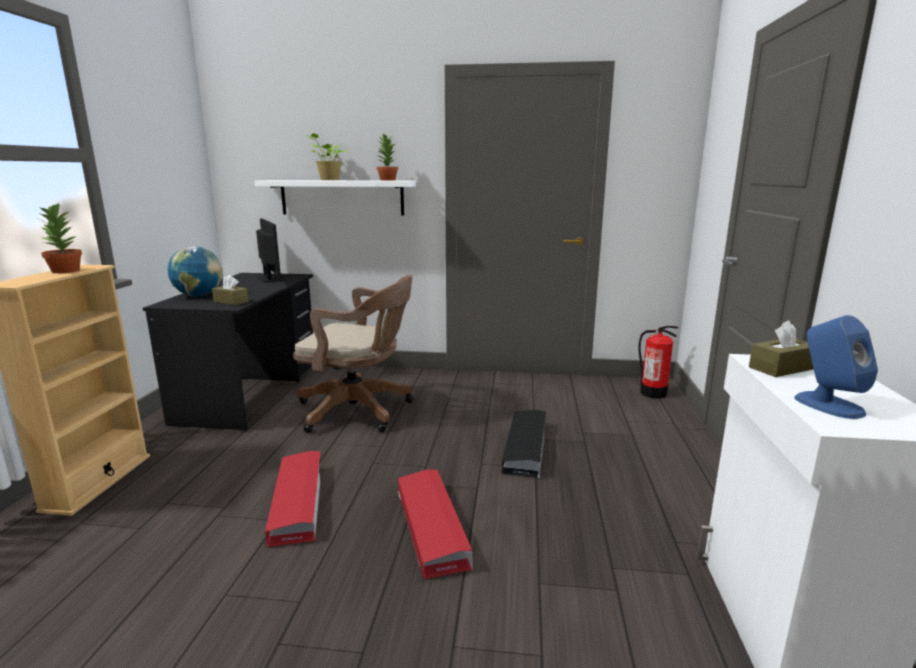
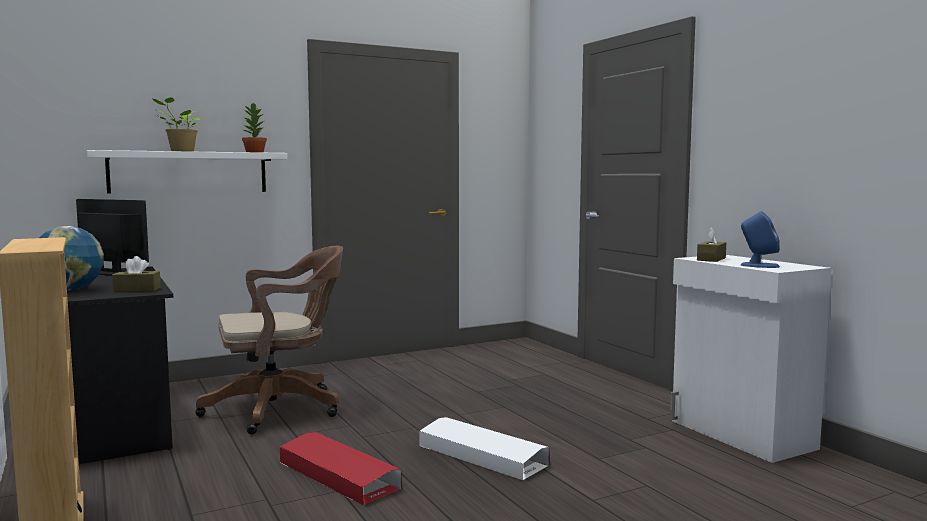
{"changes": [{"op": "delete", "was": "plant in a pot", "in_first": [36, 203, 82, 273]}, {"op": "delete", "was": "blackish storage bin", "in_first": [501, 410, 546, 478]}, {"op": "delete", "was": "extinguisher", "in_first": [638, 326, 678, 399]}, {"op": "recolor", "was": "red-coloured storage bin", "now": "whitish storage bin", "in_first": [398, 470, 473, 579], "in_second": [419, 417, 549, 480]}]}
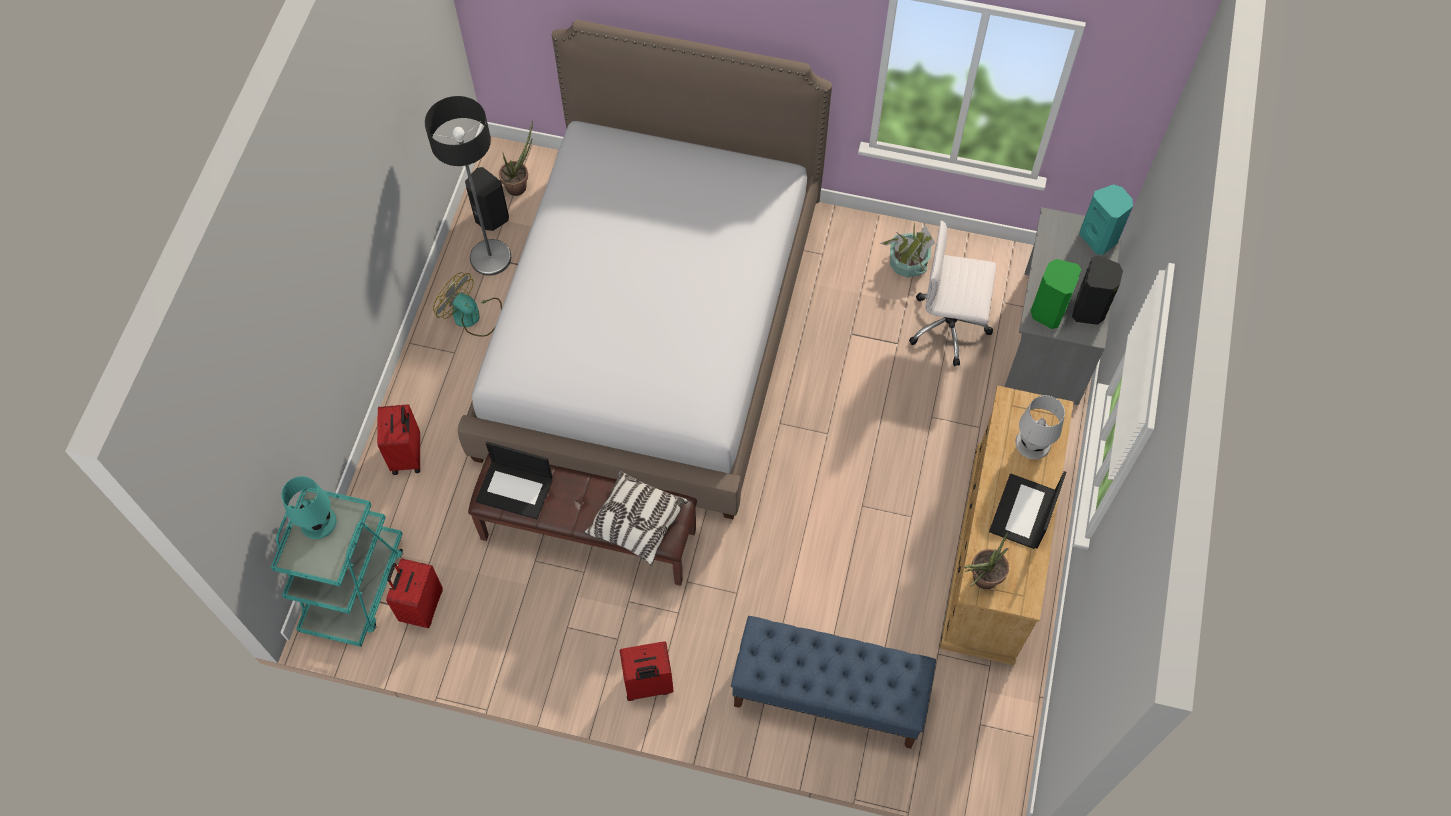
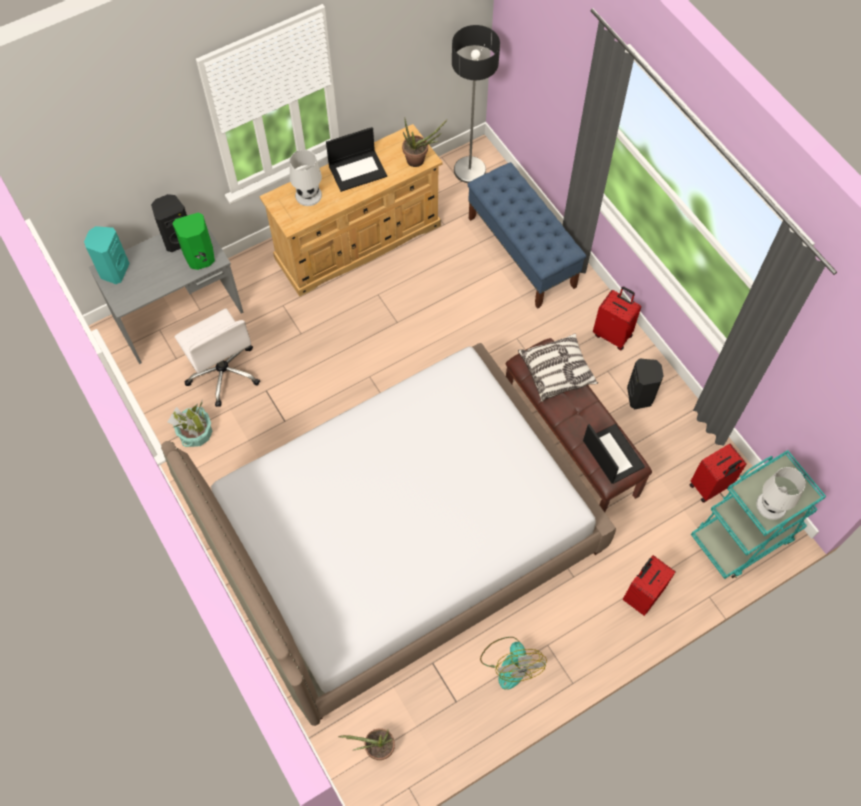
{"changes": [{"op": "move", "was": "standard lamp", "in_first": [425, 96, 511, 276], "in_second": [452, 25, 500, 183]}, {"op": "move", "was": "blackish loudspeaker", "in_first": [465, 167, 509, 231], "in_second": [627, 358, 664, 409]}, {"op": "recolor", "was": "turquoise lamp for a table", "now": "whitish lamp for a table", "in_first": [281, 476, 337, 539], "in_second": [756, 467, 806, 520]}]}
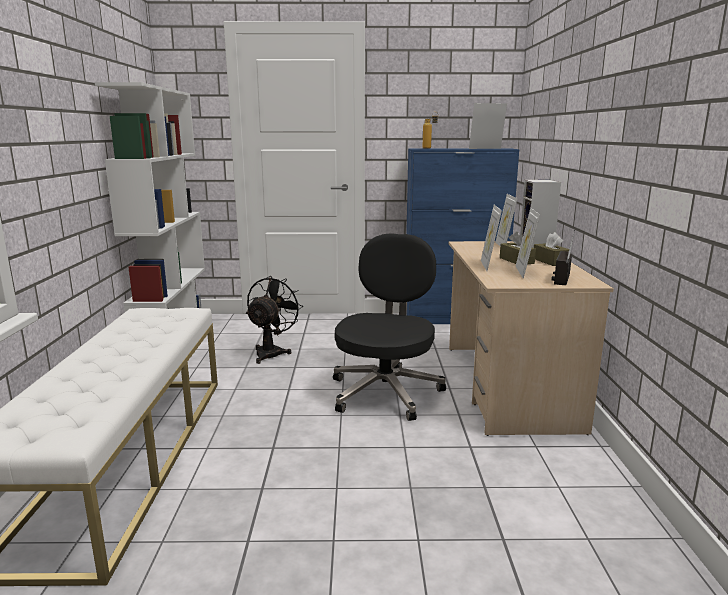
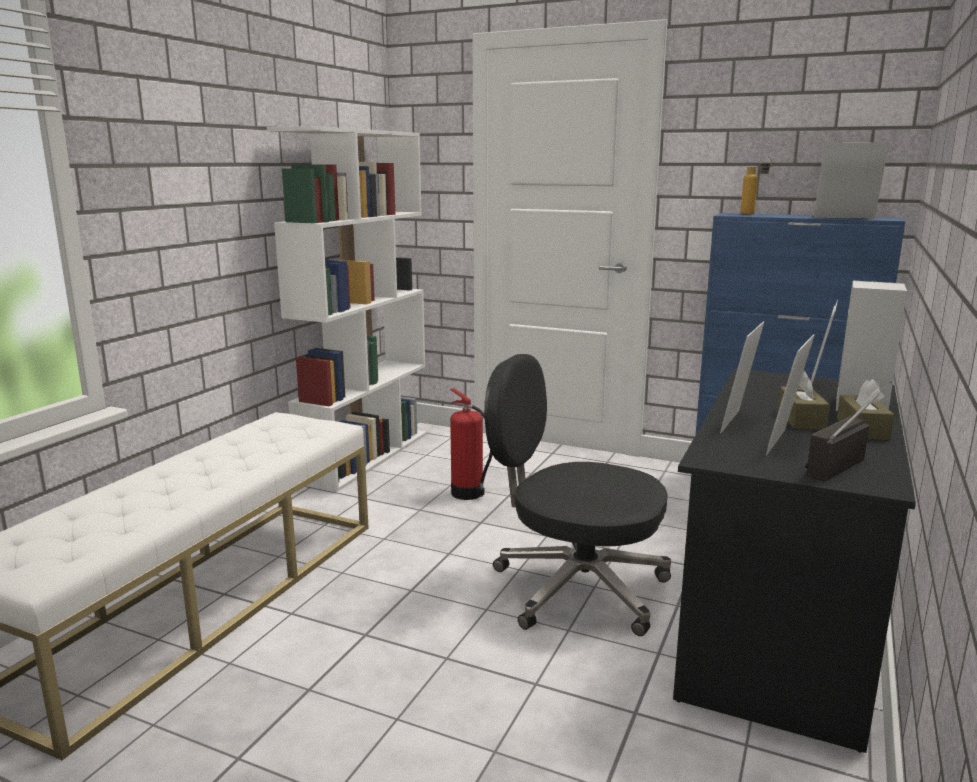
{"changes": [{"op": "replace", "was": "blackish electric fan", "now": "extinguisher", "in_first": [246, 276, 303, 364], "in_second": [450, 388, 492, 500]}, {"op": "recolor", "was": "sand-coloured desk", "now": "blackish desk", "in_first": [449, 241, 614, 436], "in_second": [673, 369, 916, 753]}, {"op": "rotate", "was": "blackish office chair", "in_first": [333, 233, 446, 421], "in_second": [484, 354, 671, 636], "clockwise": -105}]}
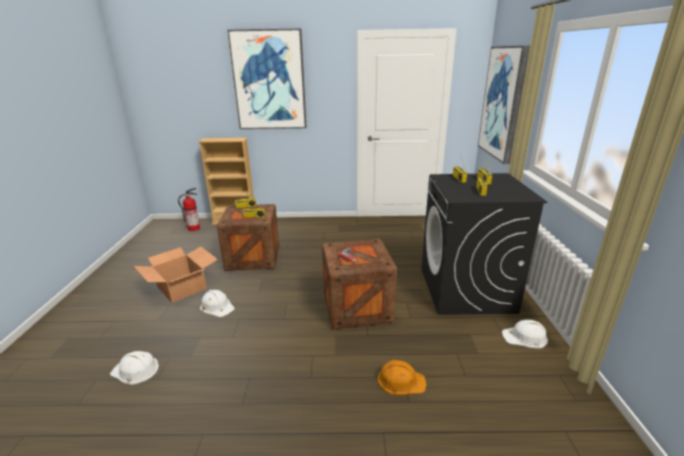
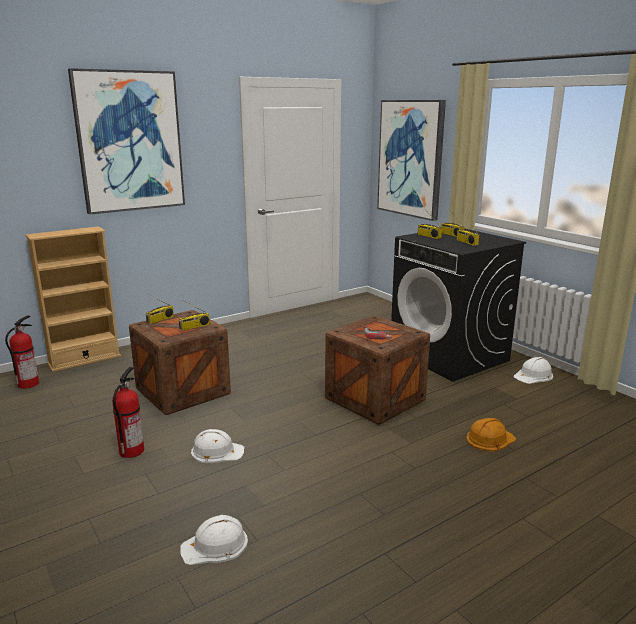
{"changes": [{"op": "replace", "was": "packing box", "now": "extinguisher", "in_first": [134, 247, 218, 303], "in_second": [112, 367, 144, 458]}]}
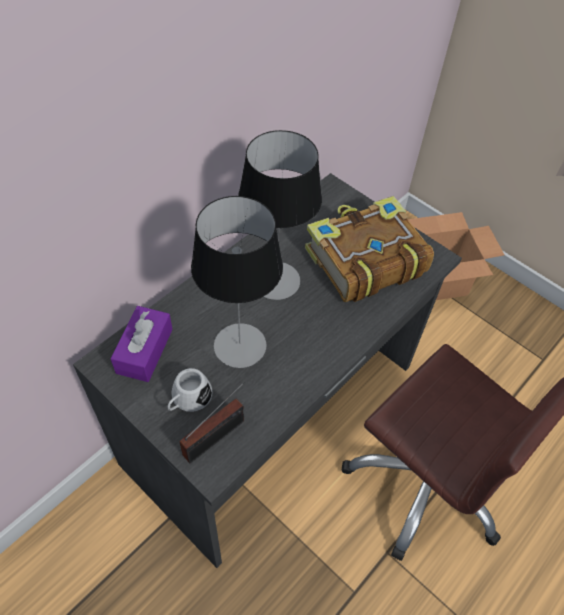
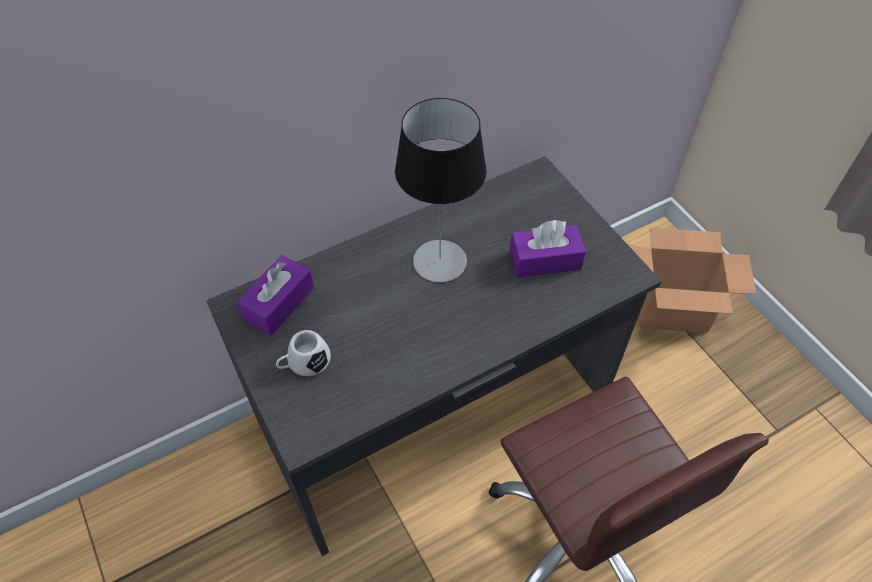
{"changes": [{"op": "delete", "was": "radio", "in_first": [180, 382, 245, 463]}, {"op": "delete", "was": "lamp for a table", "in_first": [191, 196, 283, 368]}, {"op": "replace", "was": "bound book", "now": "purple box of tissues", "in_first": [305, 196, 434, 302], "in_second": [510, 220, 586, 278]}]}
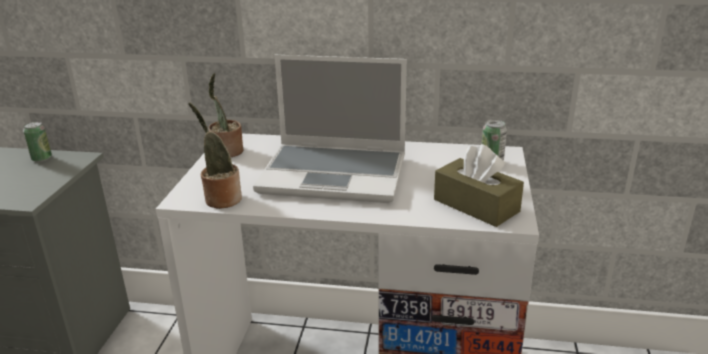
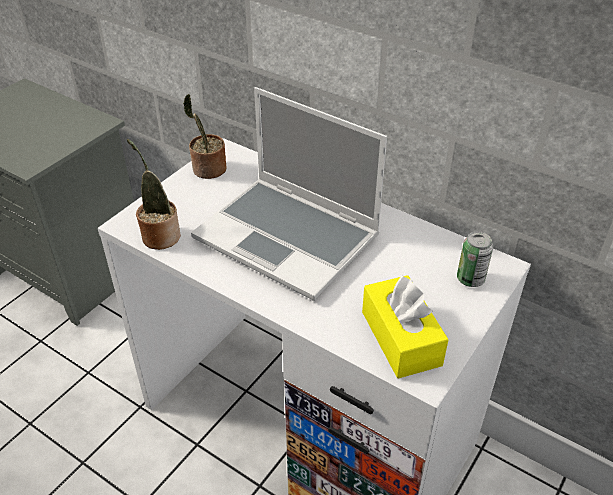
{"changes": [{"op": "delete", "was": "sealed can", "in_first": [23, 122, 52, 162]}, {"op": "recolor", "was": "brown-coloured box of tissues", "now": "yellowish box of tissues", "in_first": [434, 144, 524, 227], "in_second": [362, 275, 449, 379]}]}
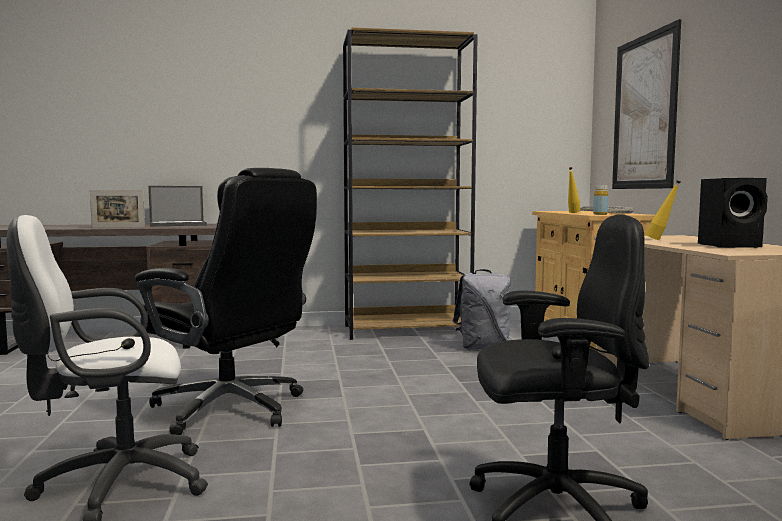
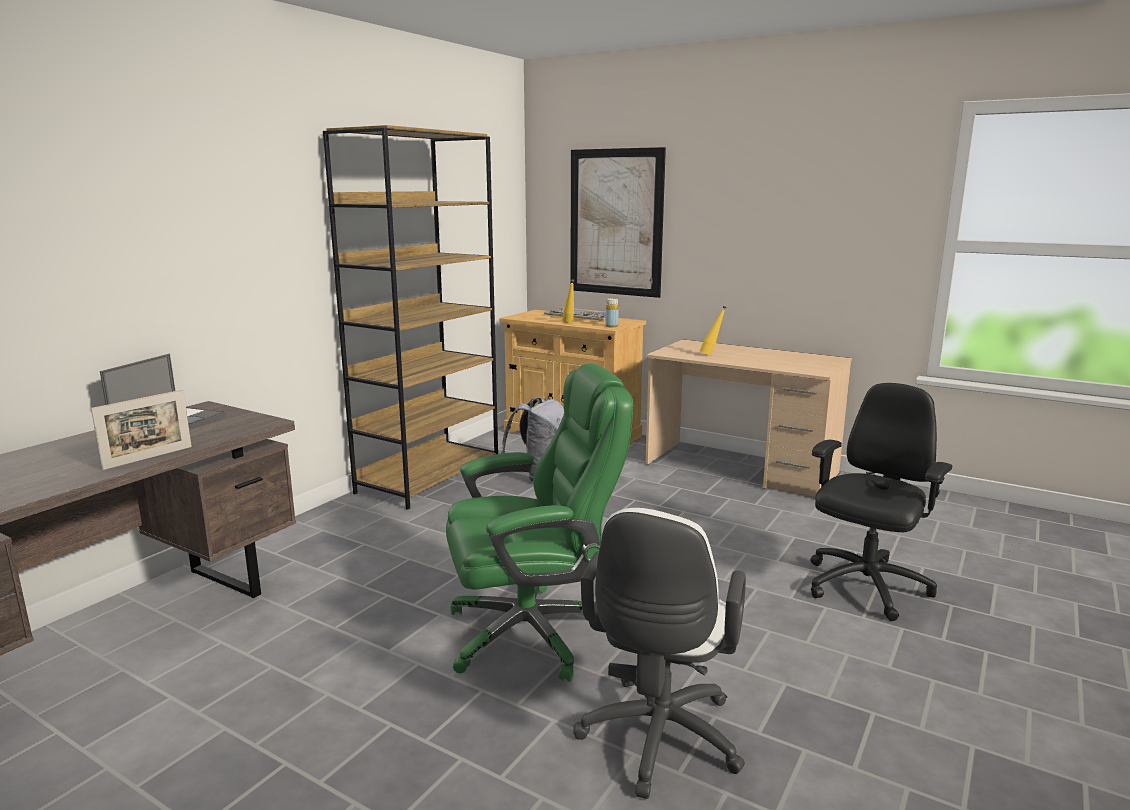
{"changes": [{"op": "delete", "was": "blackish loudspeaker", "in_first": [698, 178, 768, 248]}, {"op": "recolor", "was": "blackish office chair", "now": "greenish office chair", "in_first": [135, 168, 317, 435], "in_second": [446, 363, 633, 682]}]}
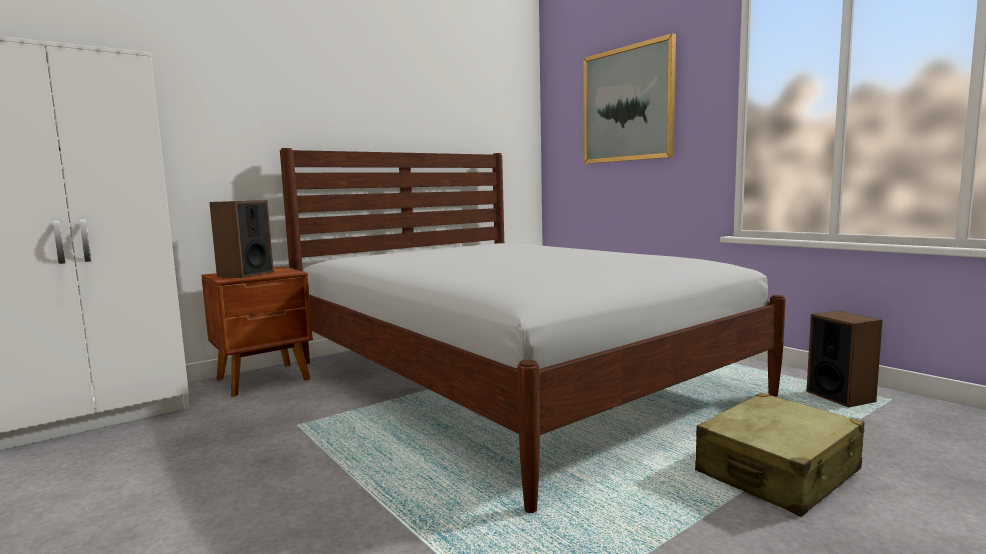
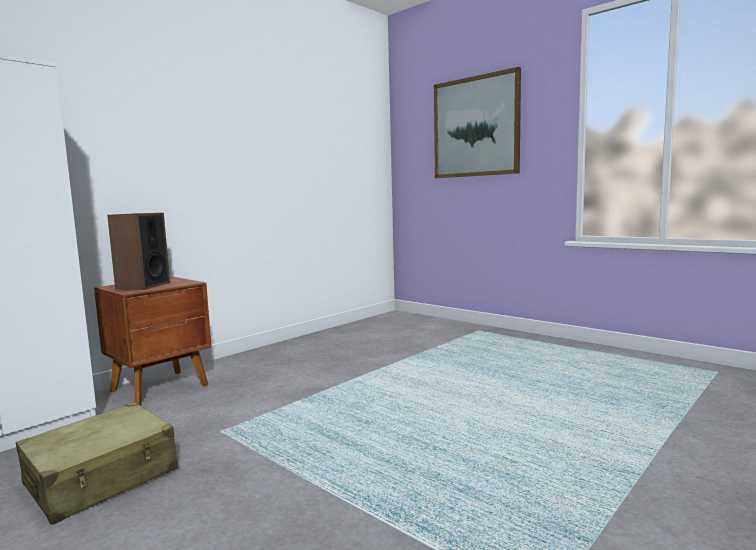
{"changes": [{"op": "delete", "was": "whitish bedroom bed", "in_first": [280, 148, 786, 513]}, {"op": "delete", "was": "loudspeaker", "in_first": [806, 311, 883, 408]}, {"op": "move", "was": "sand-coloured travel case", "in_first": [695, 393, 865, 517], "in_second": [16, 402, 178, 525]}]}
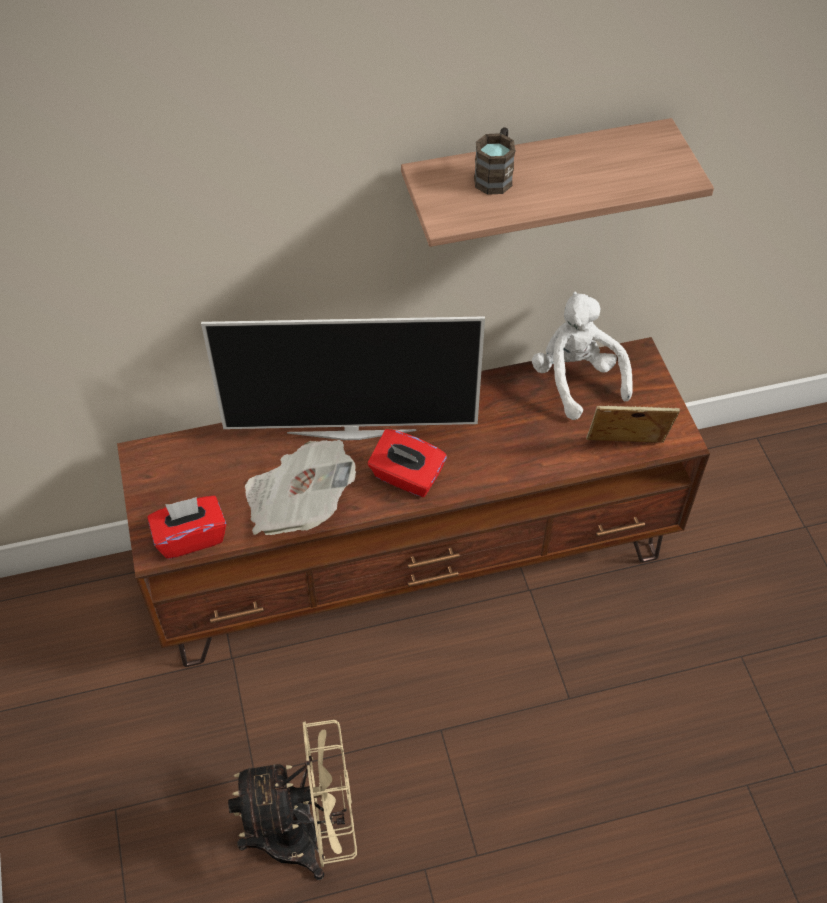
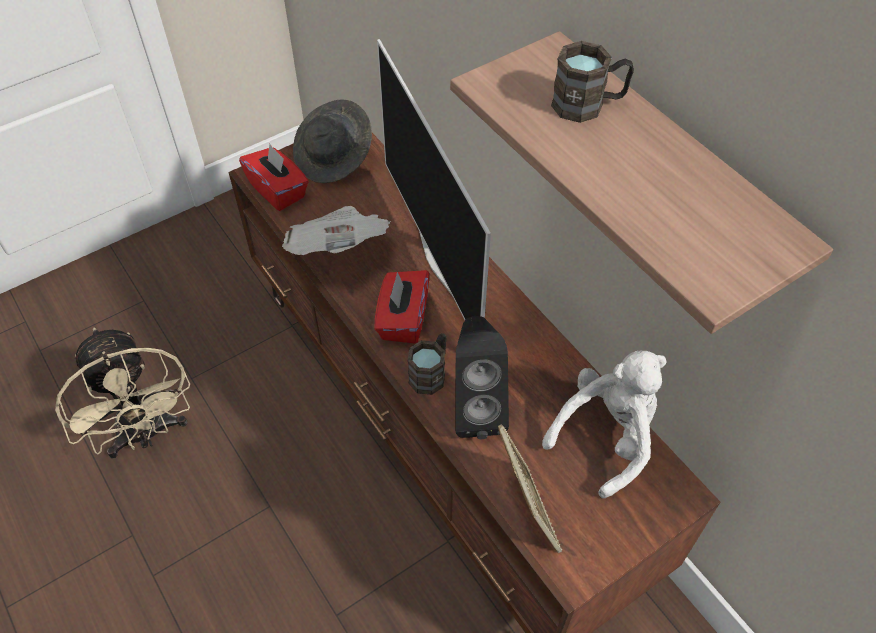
{"changes": [{"op": "insert", "now": "grey hat", "in_second": [293, 99, 372, 183]}, {"op": "insert", "now": "brown-coloured coffee mug", "in_second": [407, 333, 446, 395]}, {"op": "insert", "now": "blackish loudspeaker", "in_second": [455, 316, 509, 439]}]}
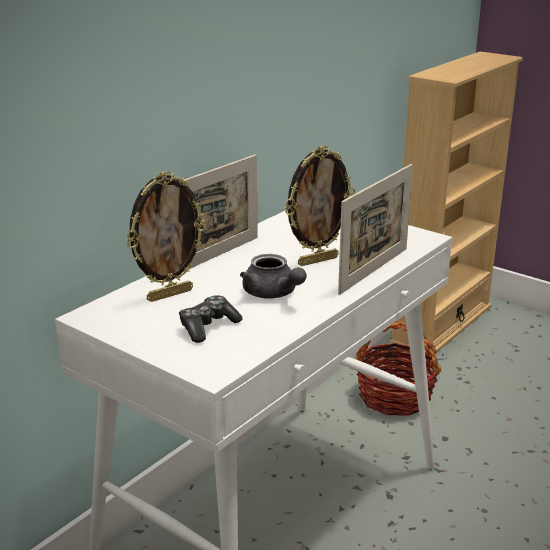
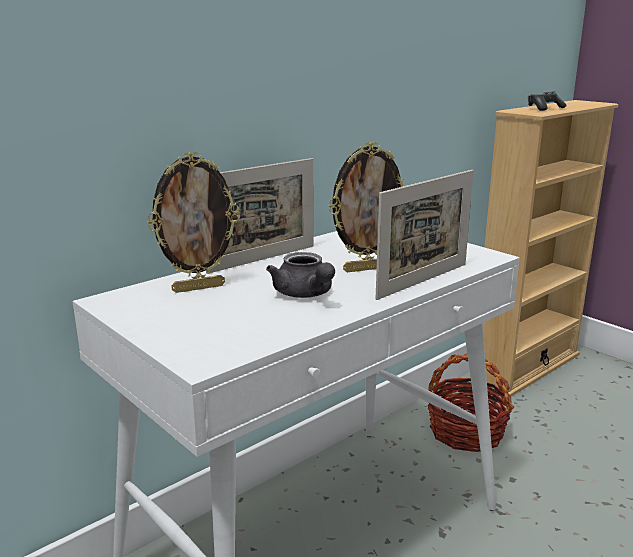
{"changes": [{"op": "move", "was": "game controller", "in_first": [179, 295, 242, 343], "in_second": [528, 91, 566, 111]}]}
